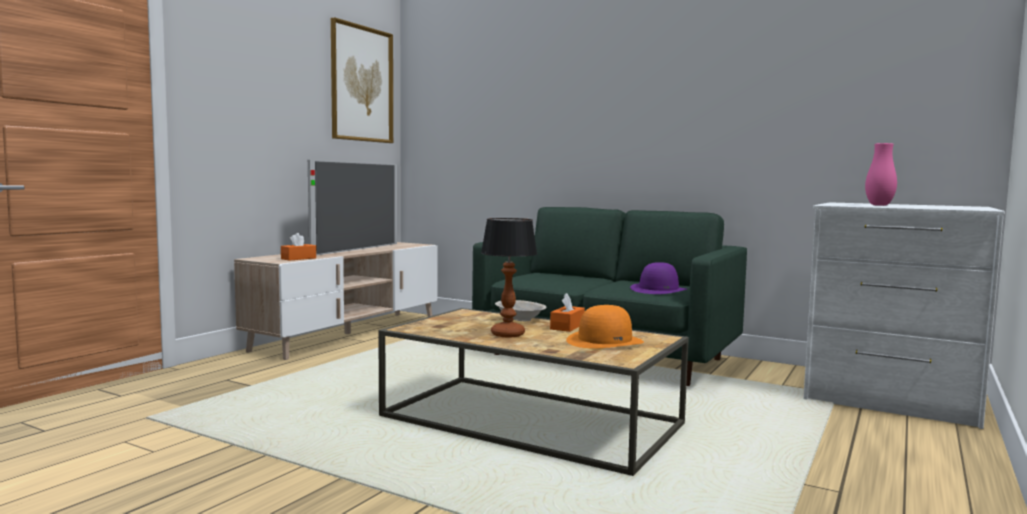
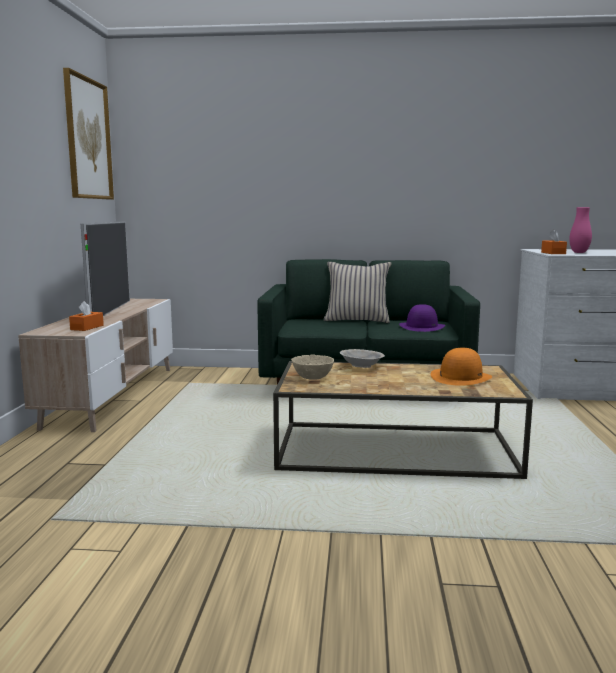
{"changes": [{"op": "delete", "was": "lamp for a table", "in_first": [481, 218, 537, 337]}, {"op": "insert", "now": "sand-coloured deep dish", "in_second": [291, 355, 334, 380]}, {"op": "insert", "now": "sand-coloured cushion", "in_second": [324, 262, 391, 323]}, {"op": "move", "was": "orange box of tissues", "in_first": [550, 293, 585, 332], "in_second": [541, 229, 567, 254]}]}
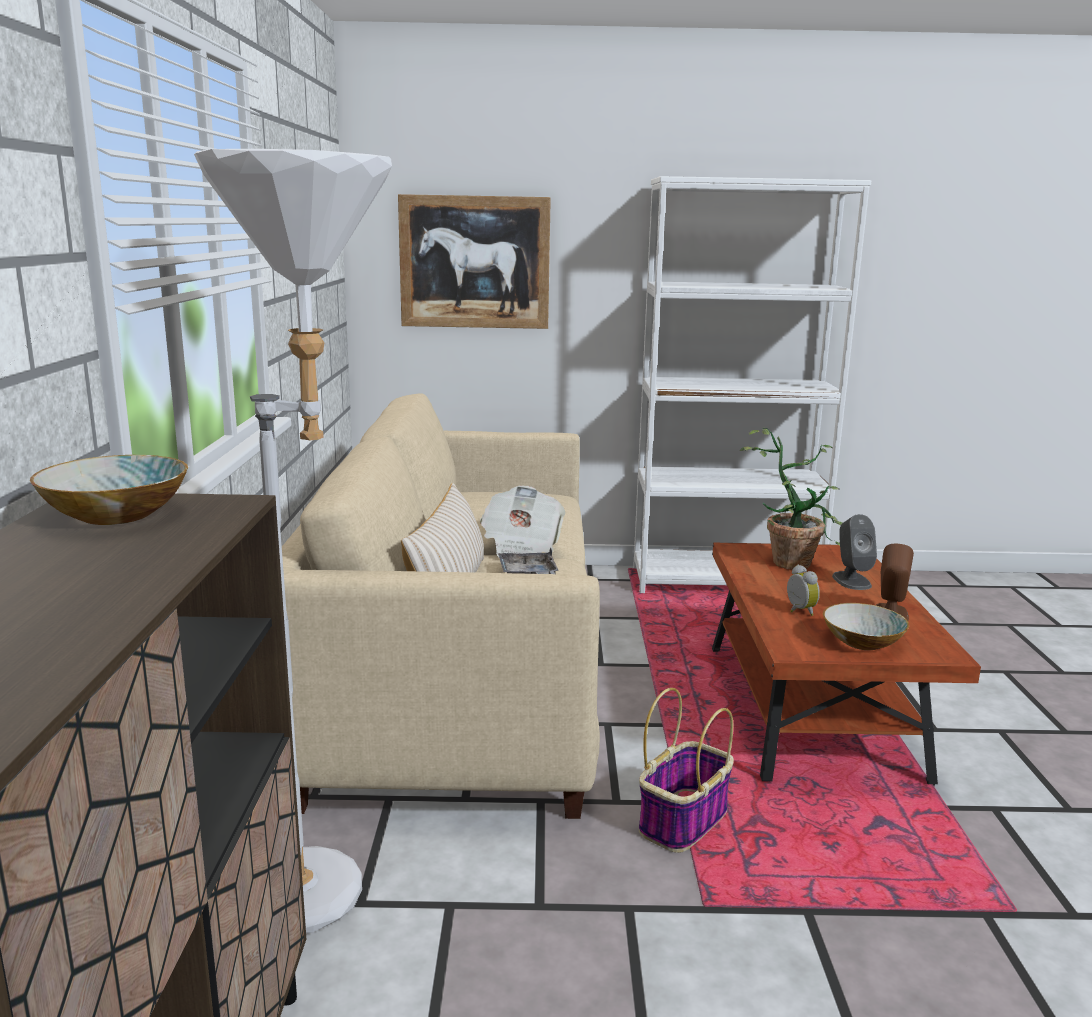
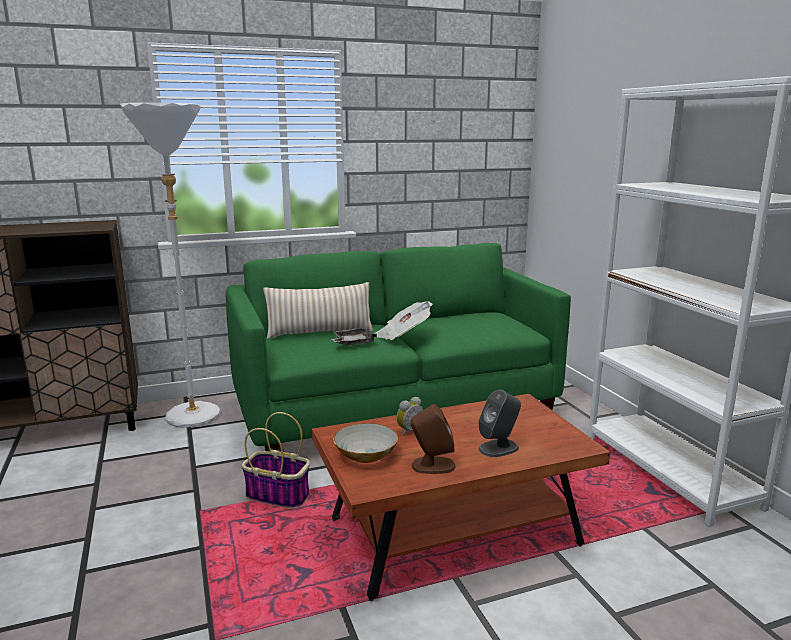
{"changes": [{"op": "delete", "was": "deep dish", "in_first": [30, 455, 188, 525]}, {"op": "delete", "was": "wall picture", "in_first": [398, 194, 551, 329]}, {"op": "delete", "was": "plant in a pot", "in_first": [740, 428, 842, 570]}, {"op": "recolor", "was": "sand-coloured couch", "now": "greenish couch", "in_first": [282, 393, 600, 819], "in_second": [226, 243, 571, 451]}]}
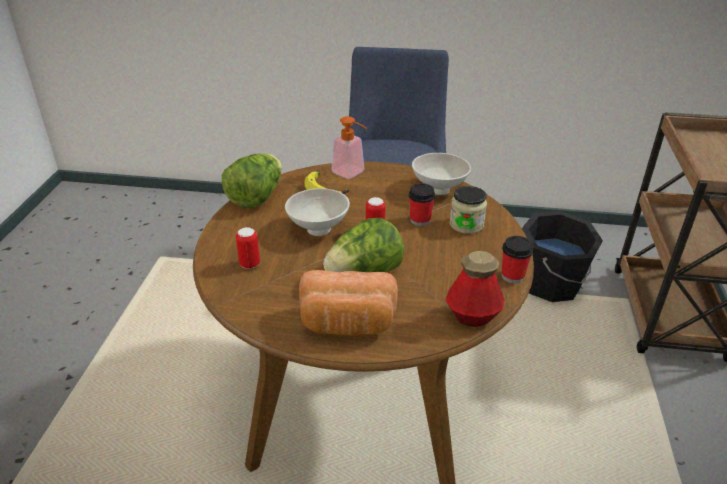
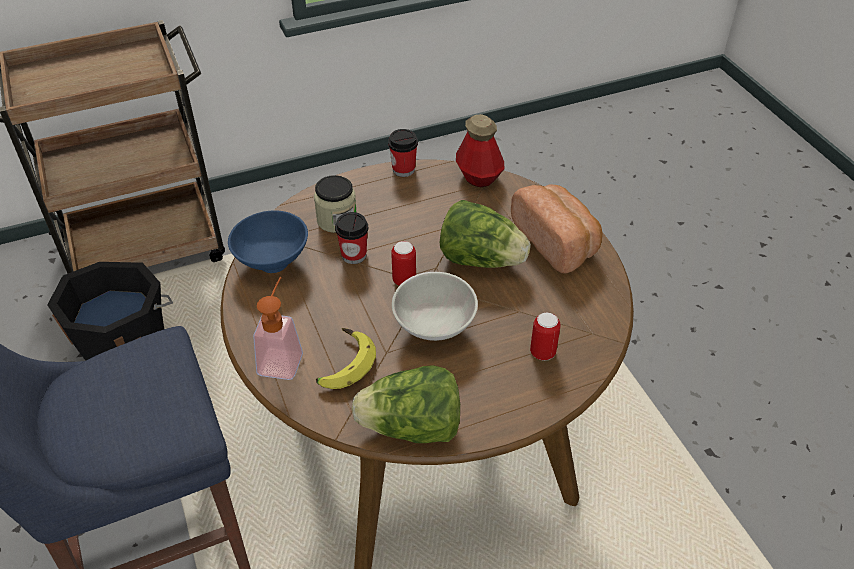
{"changes": [{"op": "recolor", "was": "whitish deep dish", "now": "blue-coloured deep dish", "in_first": [412, 153, 471, 195], "in_second": [228, 210, 308, 273]}]}
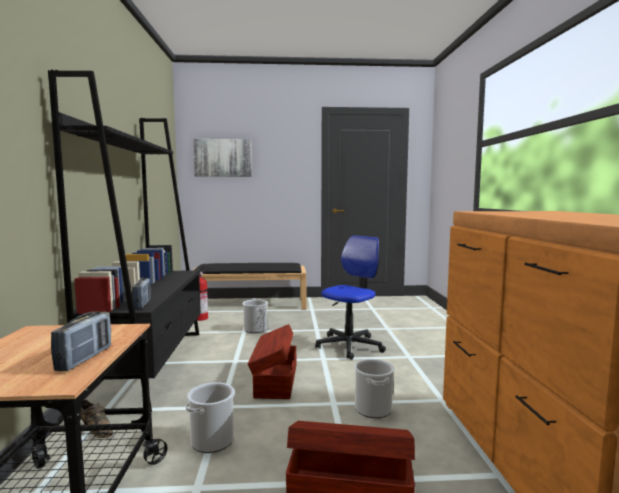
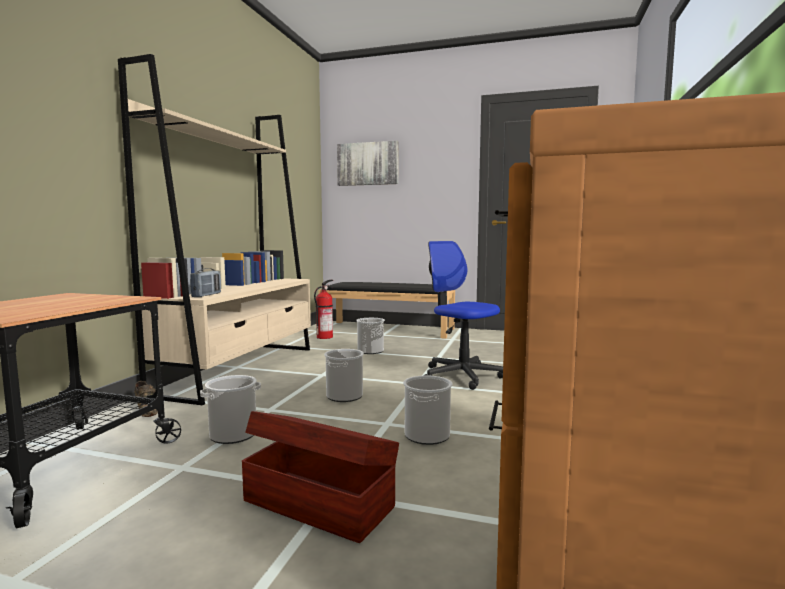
{"changes": [{"op": "delete", "was": "radio", "in_first": [51, 311, 111, 371]}, {"op": "replace", "was": "brown-coloured storage bin", "now": "pail", "in_first": [248, 324, 296, 399], "in_second": [324, 349, 364, 402]}, {"op": "recolor", "was": "blackish bookcase", "now": "sand-coloured bookcase", "in_first": [48, 70, 201, 415], "in_second": [118, 54, 311, 405]}, {"op": "rotate", "was": "office chair", "in_first": [315, 235, 386, 360], "in_second": [425, 241, 503, 390], "clockwise": -105}]}
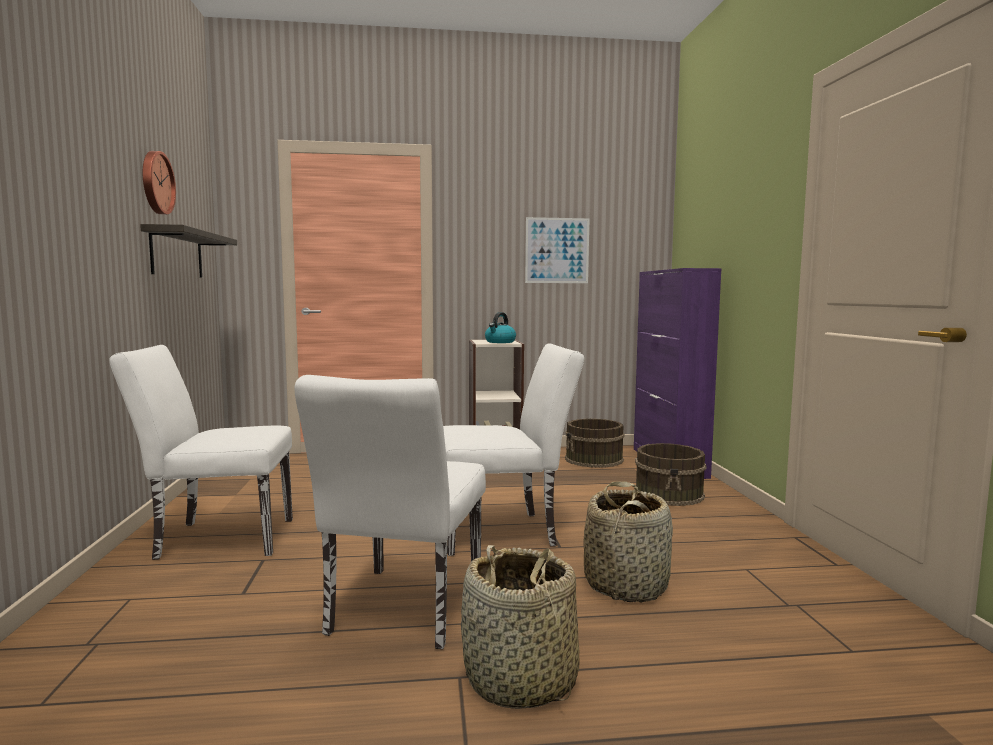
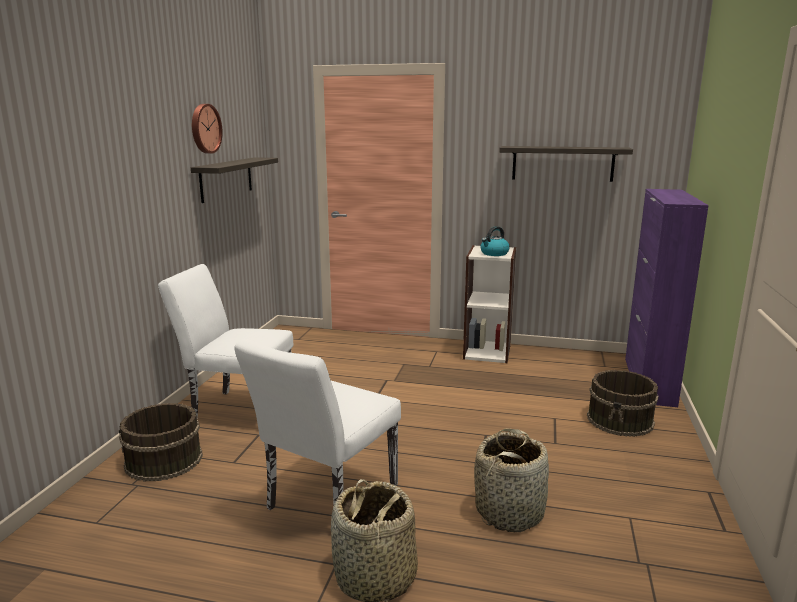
{"changes": [{"op": "delete", "was": "whitish upright chair", "in_first": [443, 344, 584, 556]}, {"op": "move", "was": "brown-coloured pail", "in_first": [565, 419, 624, 468], "in_second": [119, 403, 203, 481]}, {"op": "replace", "was": "wall picture", "now": "shelf", "in_first": [525, 217, 590, 283], "in_second": [499, 146, 633, 182]}]}
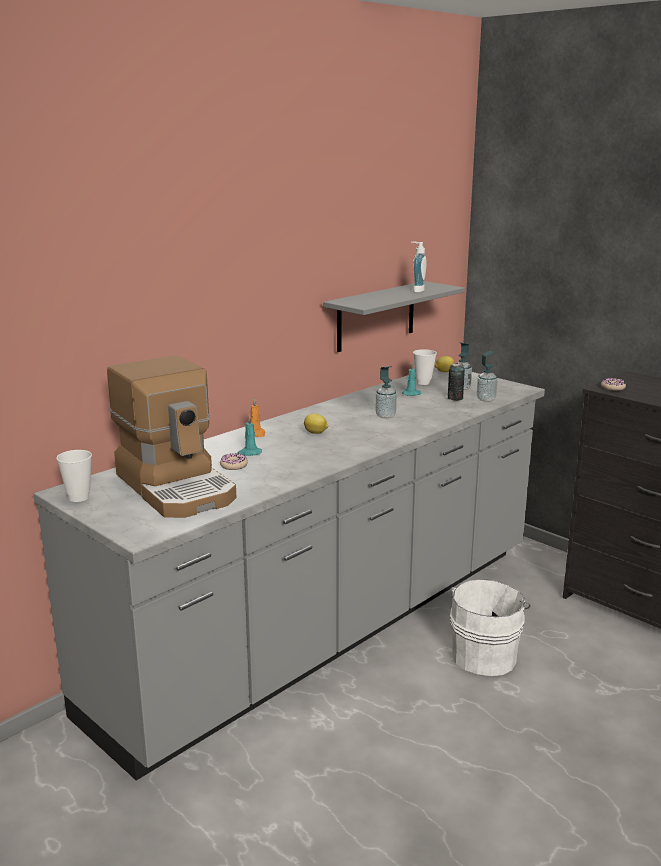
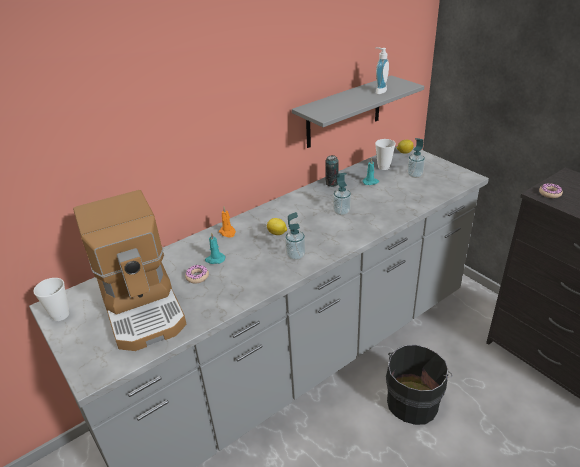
{"changes": [{"op": "move", "was": "sealed can", "in_first": [448, 363, 465, 401], "in_second": [325, 155, 339, 187]}, {"op": "move", "was": "soap dispenser", "in_first": [477, 351, 498, 402], "in_second": [285, 212, 306, 260]}, {"op": "recolor", "was": "whitish pail", "now": "blackish pail", "in_first": [450, 579, 530, 676], "in_second": [386, 345, 453, 425]}]}
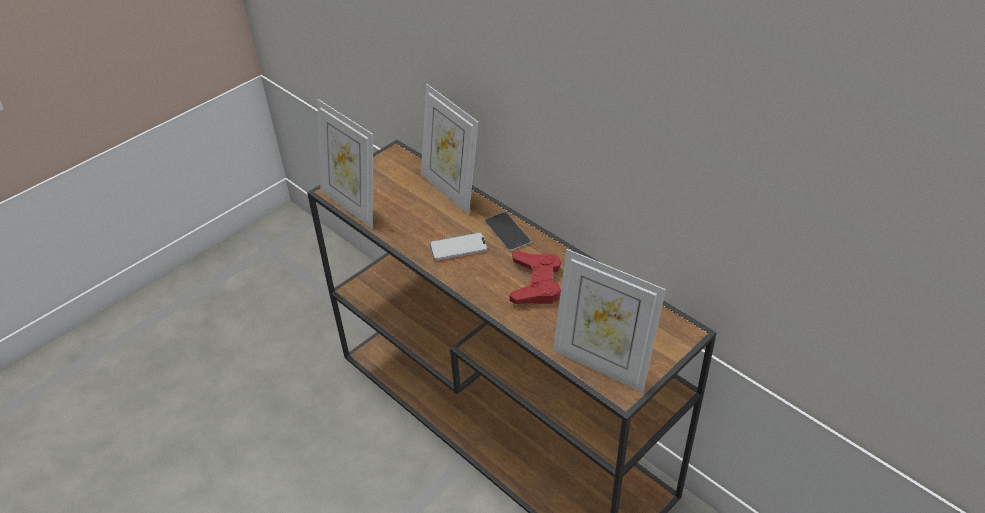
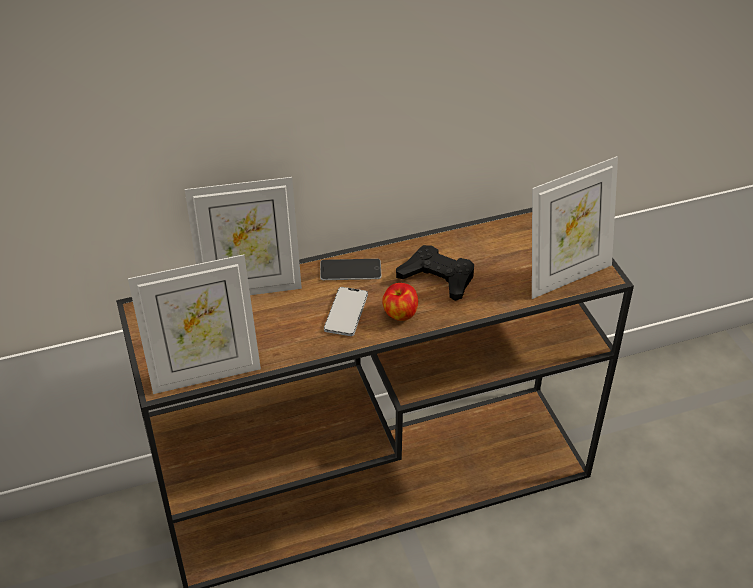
{"changes": [{"op": "insert", "now": "apple fruit", "in_second": [382, 283, 418, 321]}, {"op": "recolor", "was": "red-coloured game controller", "now": "blackish game controller", "in_first": [510, 251, 561, 304], "in_second": [396, 245, 474, 301]}]}
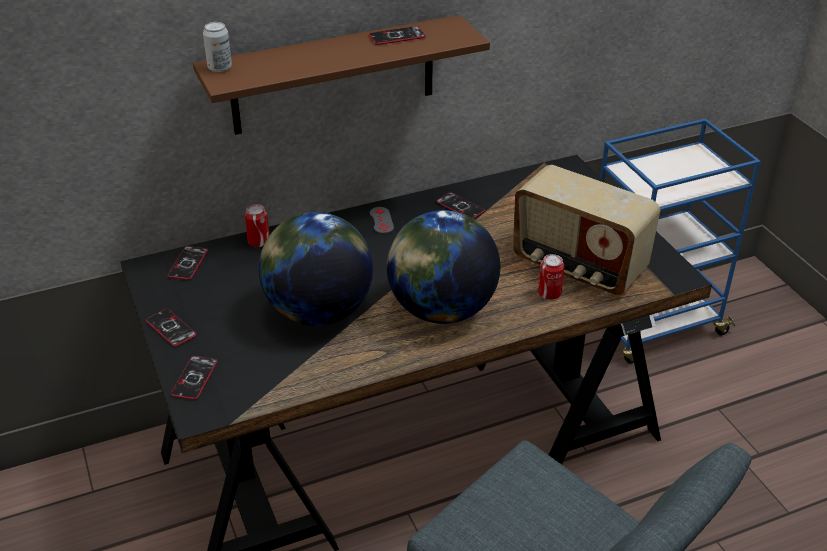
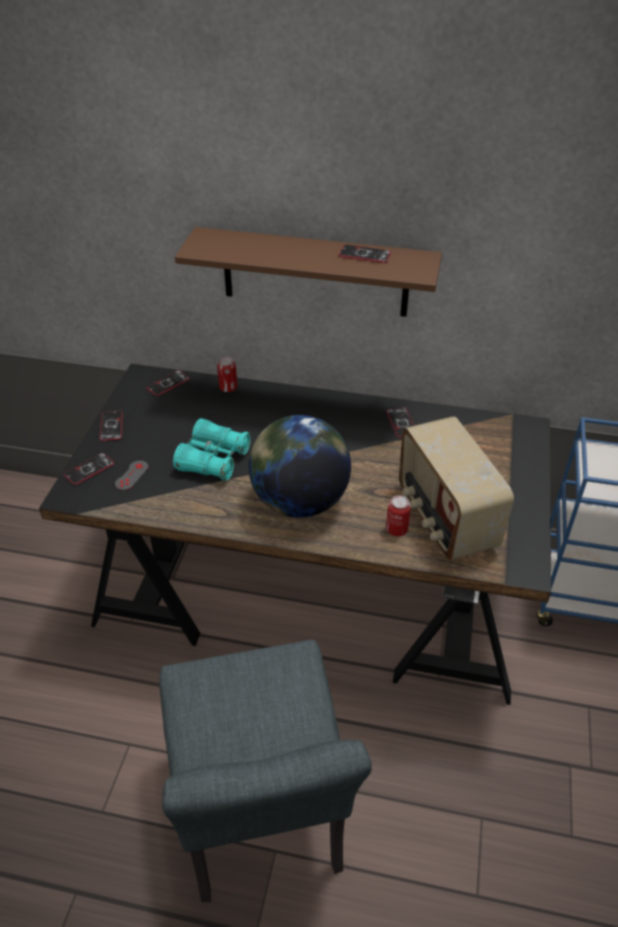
{"changes": [{"op": "delete", "was": "sealed can", "in_first": [203, 22, 232, 72]}, {"op": "move", "was": "grey game controller", "in_first": [370, 207, 394, 234], "in_second": [115, 461, 149, 491]}, {"op": "replace", "was": "desk globe", "now": "turquoise binoculars", "in_first": [259, 212, 373, 326], "in_second": [173, 418, 251, 481]}]}
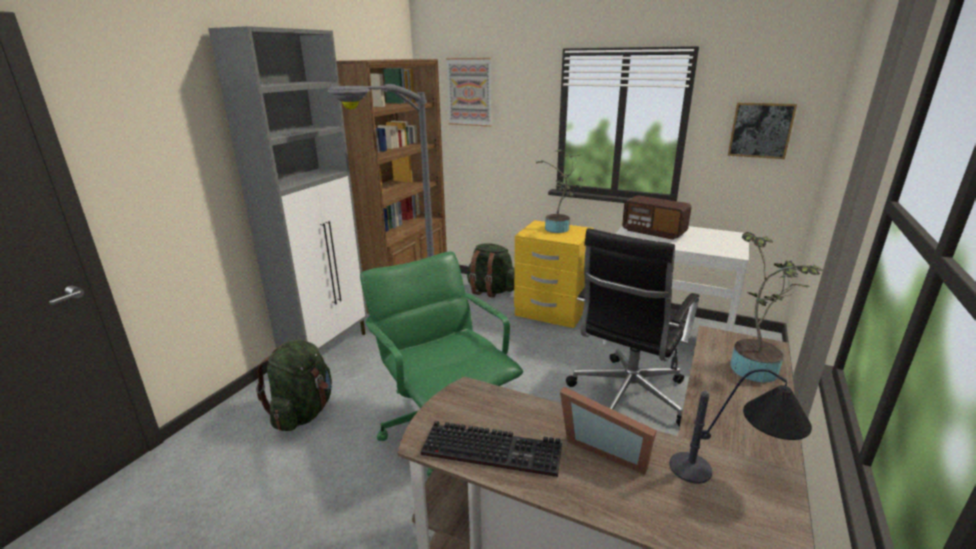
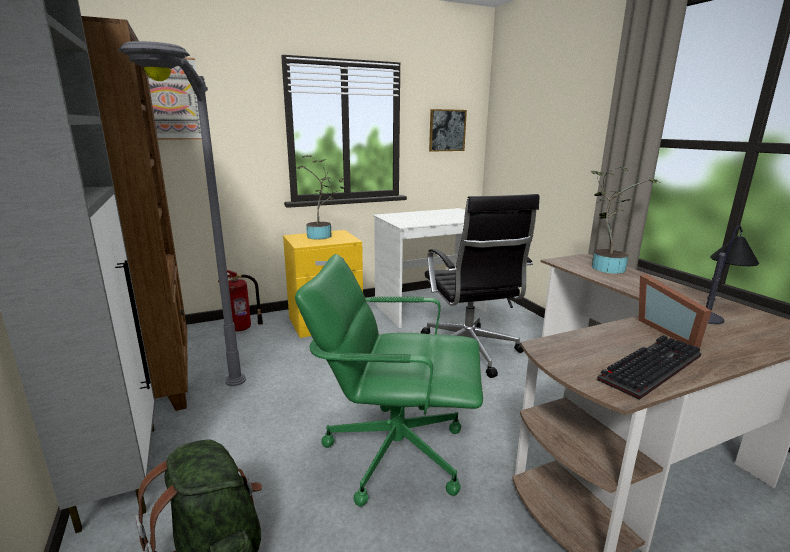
{"changes": [{"op": "delete", "was": "radio", "in_first": [622, 195, 691, 240]}, {"op": "replace", "was": "greenish rucksack", "now": "extinguisher", "in_first": [467, 243, 515, 298], "in_second": [218, 270, 263, 331]}, {"op": "rotate", "was": "photo frame", "in_first": [560, 387, 657, 475], "in_second": [639, 274, 712, 348], "clockwise": 90}]}
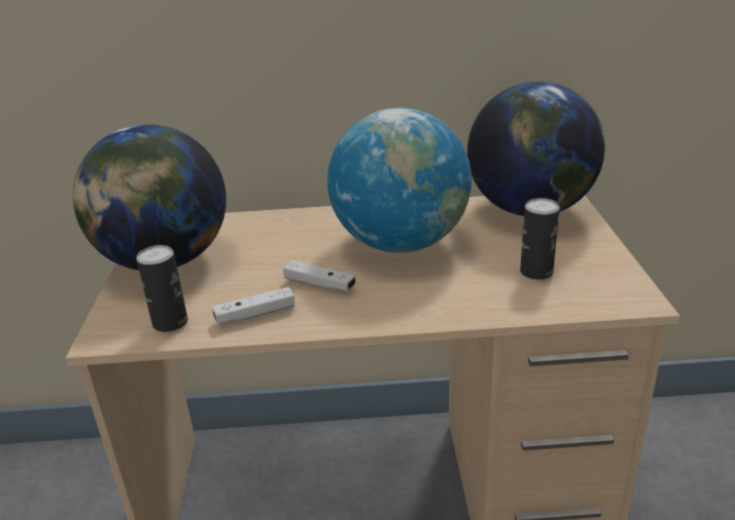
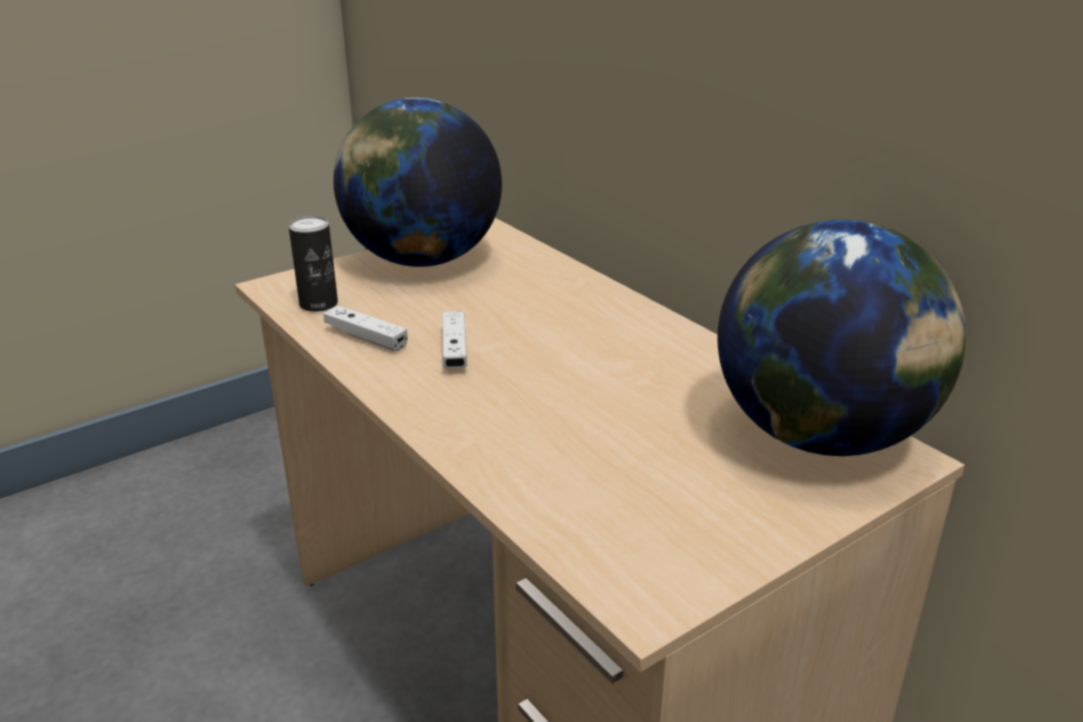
{"changes": [{"op": "delete", "was": "desk globe", "in_first": [327, 108, 472, 253]}, {"op": "delete", "was": "sealed can", "in_first": [520, 198, 560, 280]}]}
